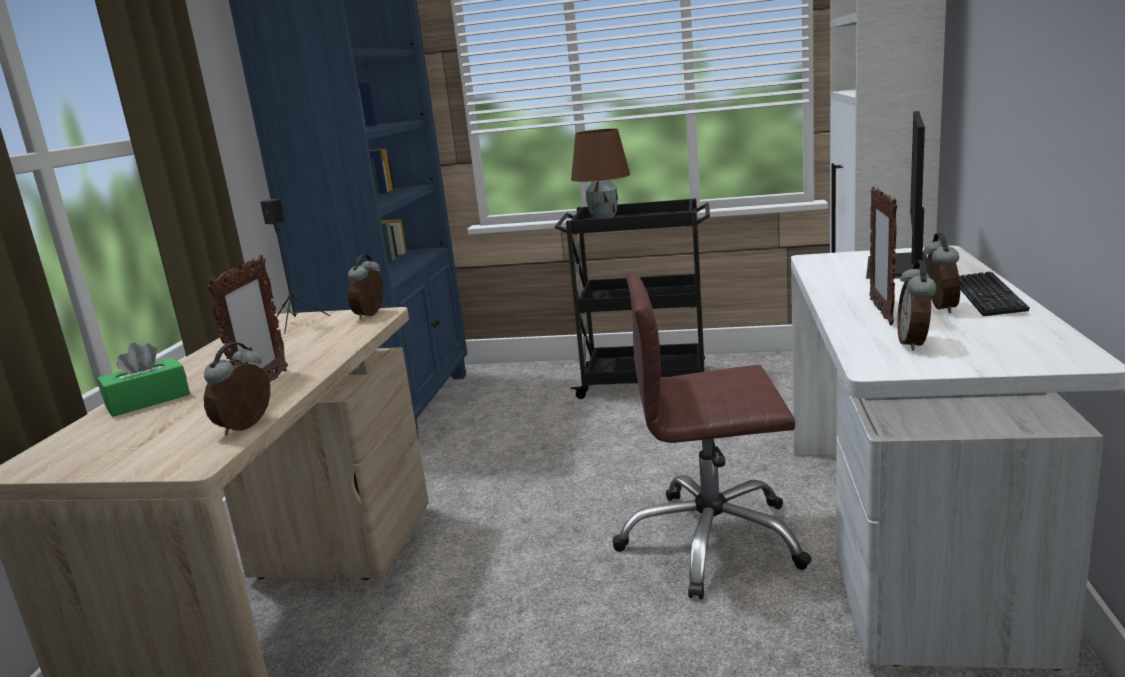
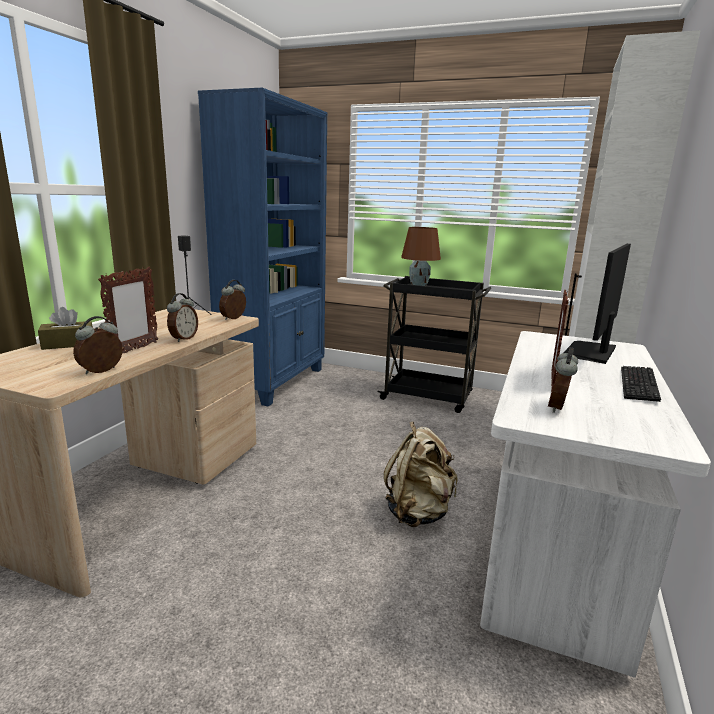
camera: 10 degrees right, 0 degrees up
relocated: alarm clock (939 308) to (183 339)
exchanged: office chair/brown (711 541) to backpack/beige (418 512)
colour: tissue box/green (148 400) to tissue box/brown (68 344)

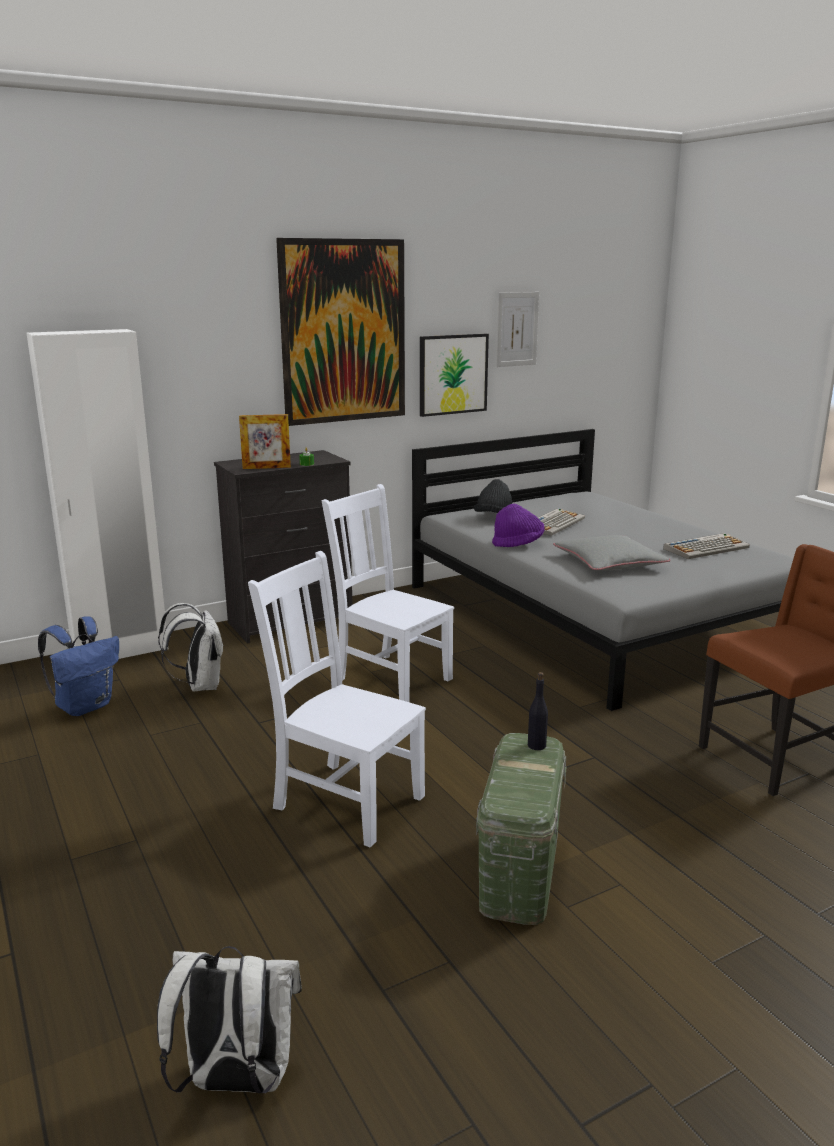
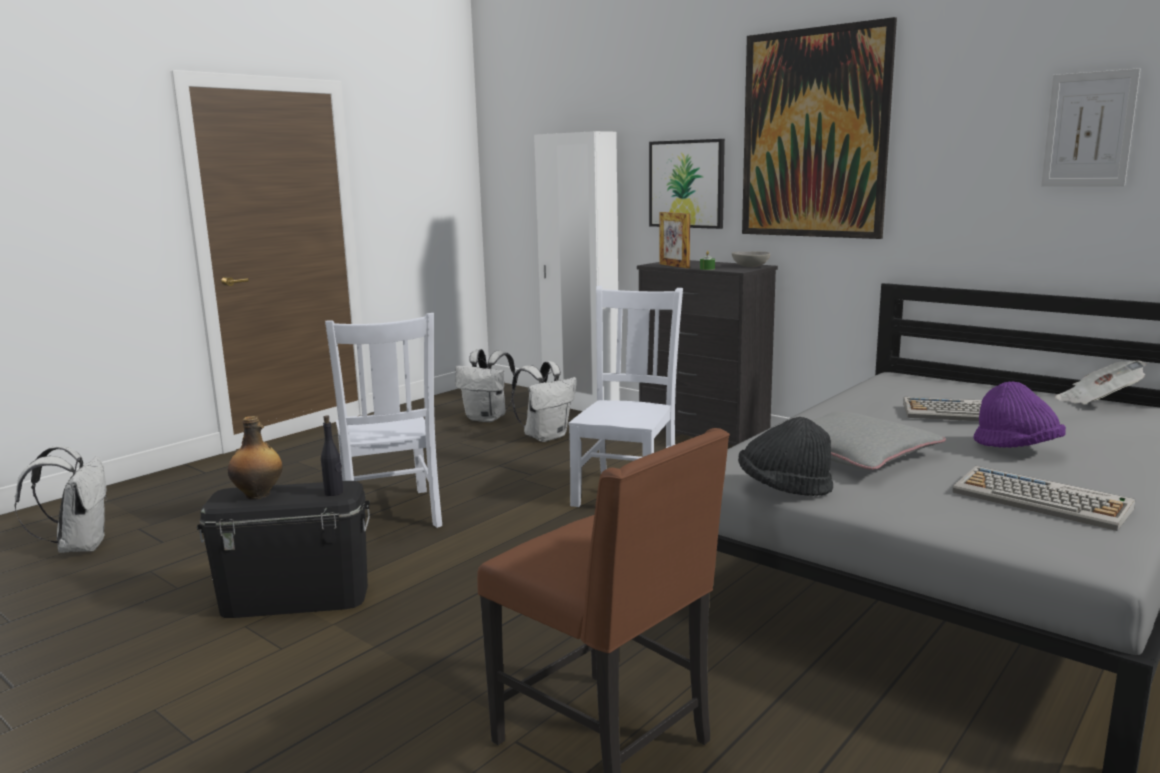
camera: 70 degrees right, 5 degrees down
appeared: bottle (259 495); bowl/grey (750 266); newspaper (1097 401)
relocated: picture (452 374) to (687 184); hat/black (493 517) to (784 488); hat/purple (518 543) to (1016 449)
colour: storage box/green (519 872) to storage box/black (296 598); backpack/blue (85 706) to backpack/white (488 418)
spun: chair/white (345 800) = (391 515) 150 degrees clockwise

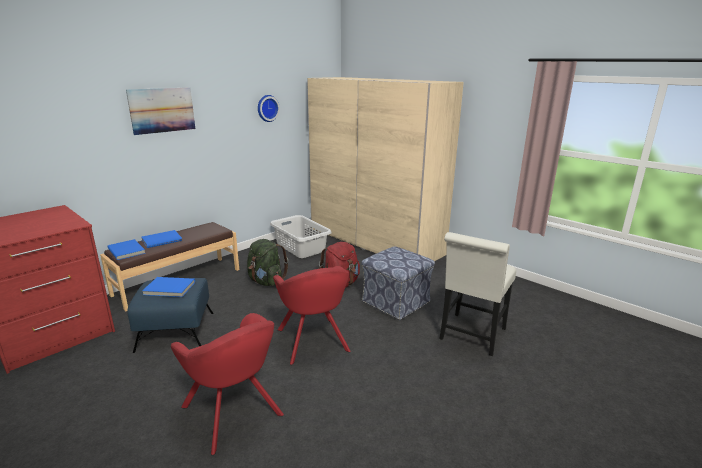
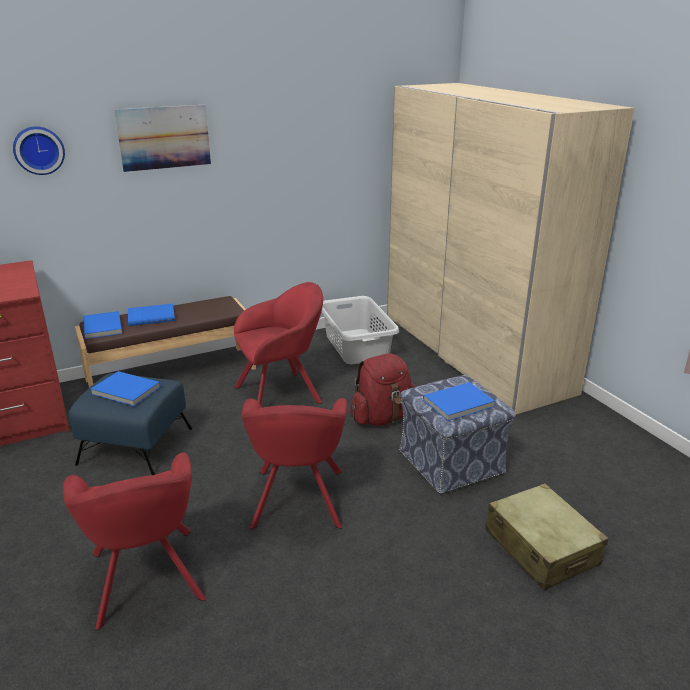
camera: 20 degrees right, 5 degrees up
appeared: book/blue (459 404)
relocated: wall clock (267 108) to (39 150)
exchanged: backpack/green (266 281) to armchair/red (282 393); chair/white (471 336) to suitcase/beige (541 547)

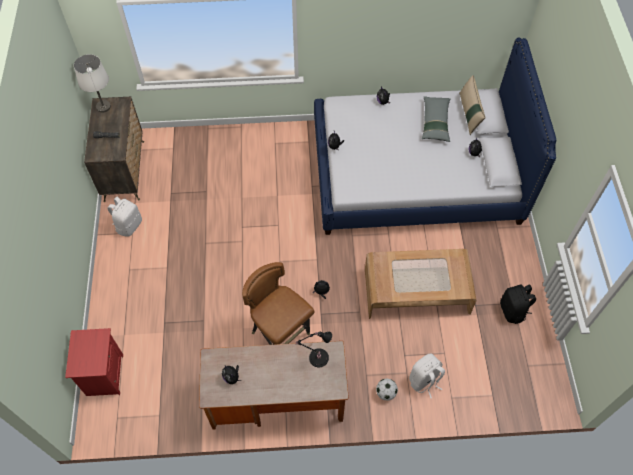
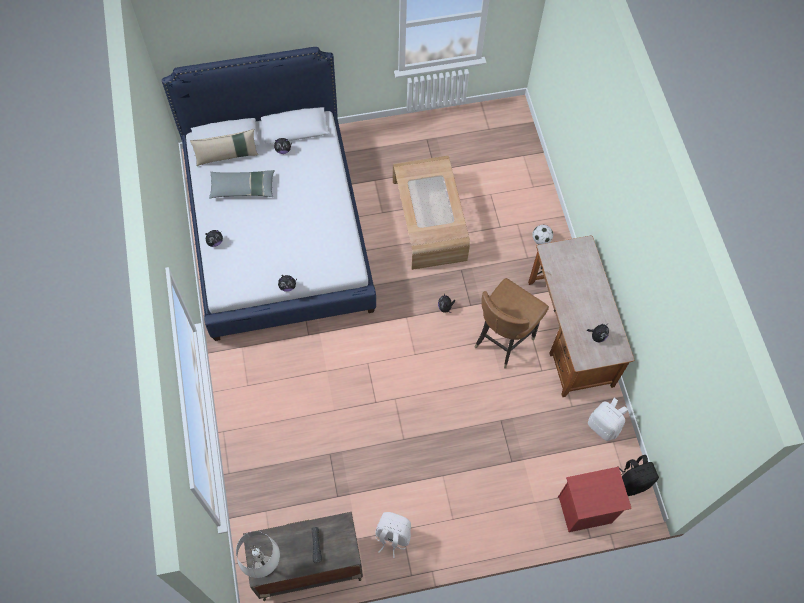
camera: 100 degrees left, 5 degrees up
missing: table lamp/black (317 357)
relocated: backpack/white (424 381) to (604 426); backpack/black (513 311) to (632 481)

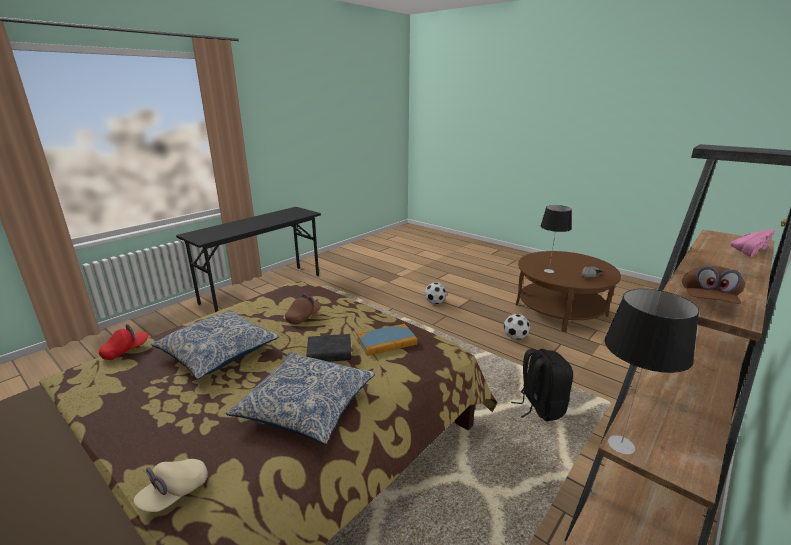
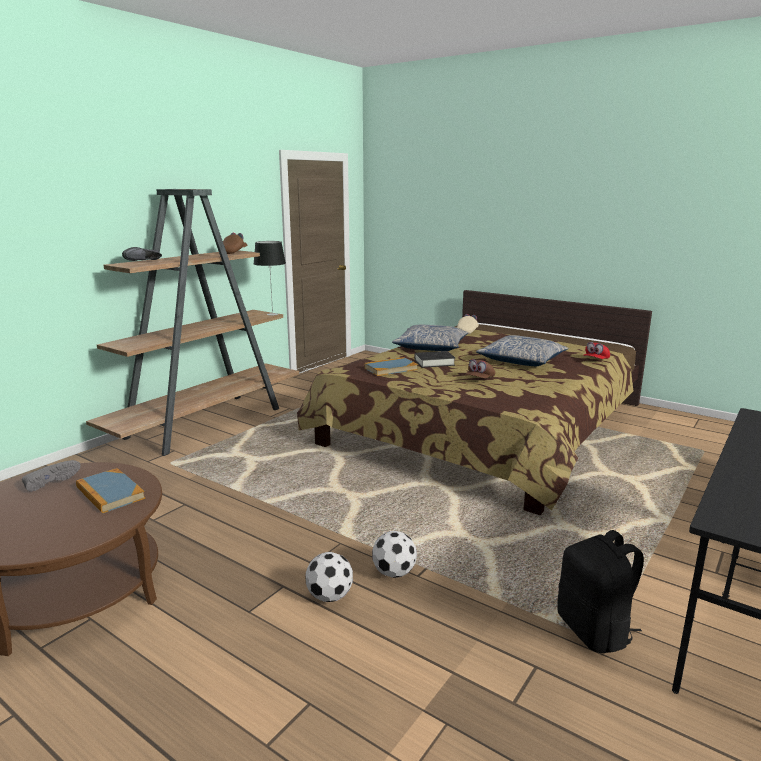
camera: 175 degrees right, 5 degrees down
relocated: football (515 337) to (394 572); backpack/black (539 407) to (595 631)
exchanged: table lamp (549 271) to book (110 493)
colour: shoe/pink (748 250) to shoe/black (144 261)

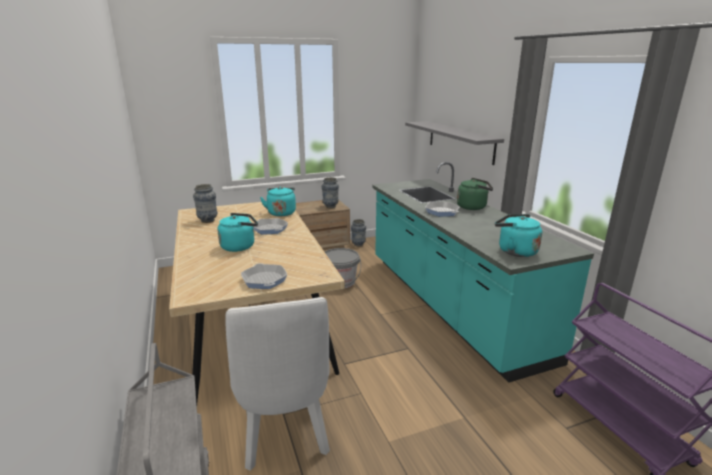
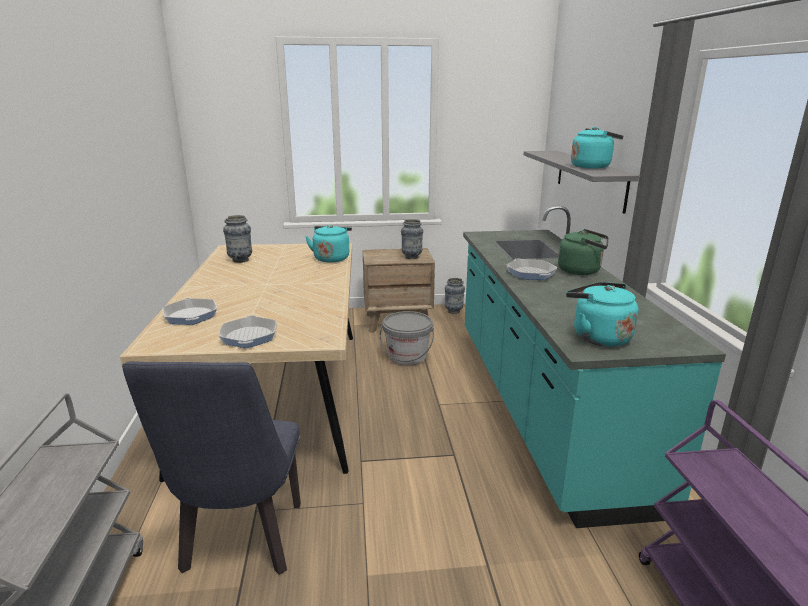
camera: 15 degrees right, 0 degrees up
relocated: frying pan (270 229) to (191 315); kettle/turquoise (240 246) to (592 166)
colour: chair/white (286 440) to chair/blue (242 545)

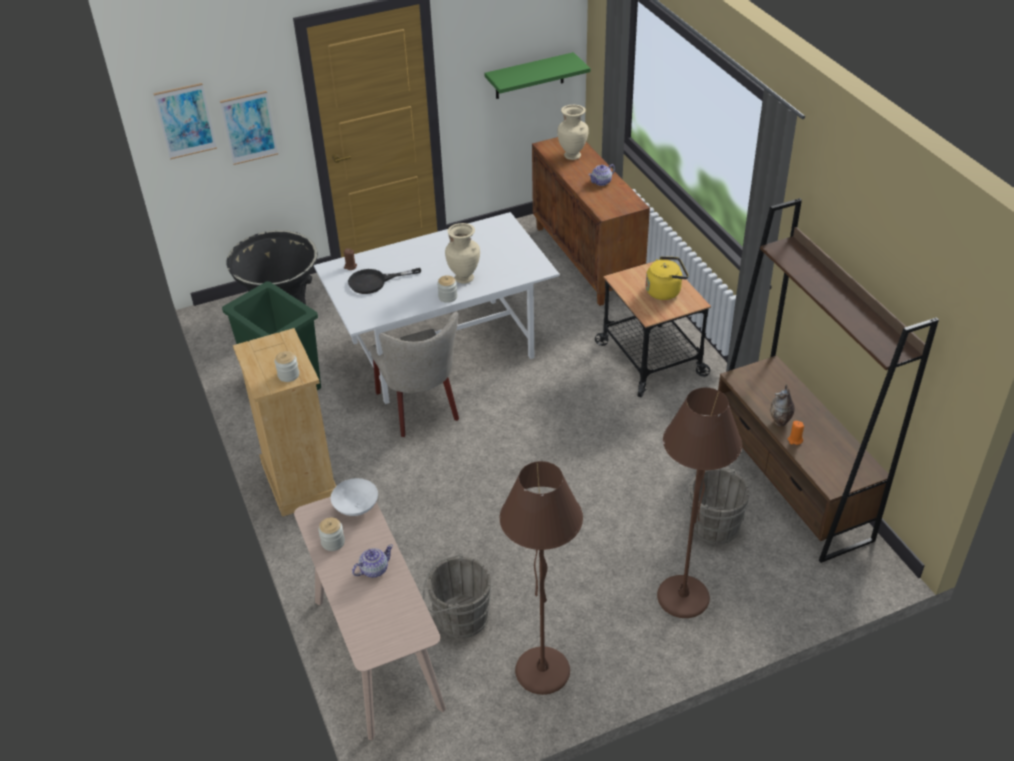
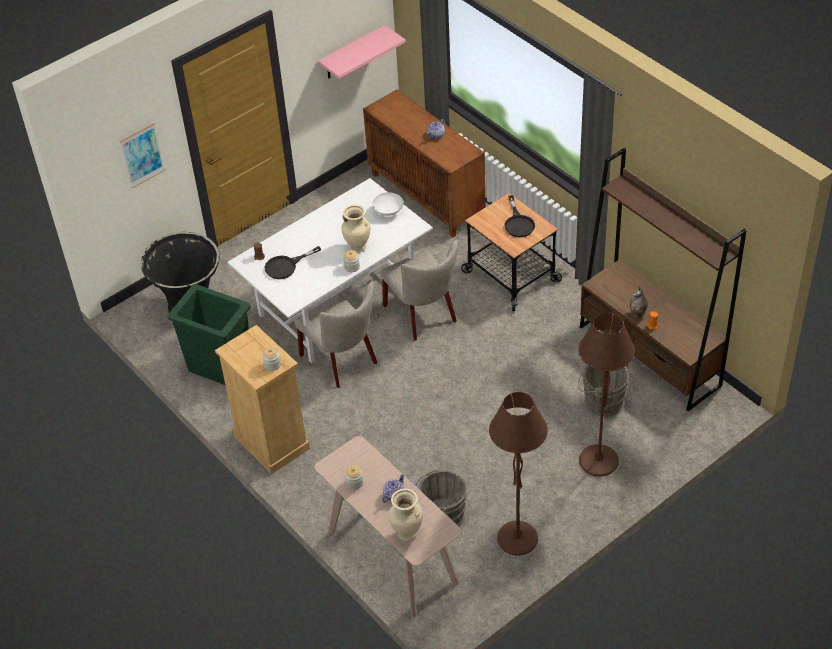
camera: 15 degrees left, 5 degrees up
missing: picture (185 121)
appeared: chair/beige (423 315)
relocated: bowl/white (355 507) to (388 211); vase/beige (572 156) to (407 533)
exchanged: kettle/yellow (665 291) to frying pan/black (518 223)
colour: shelf/green (529 76) to shelf/pink (352 53)

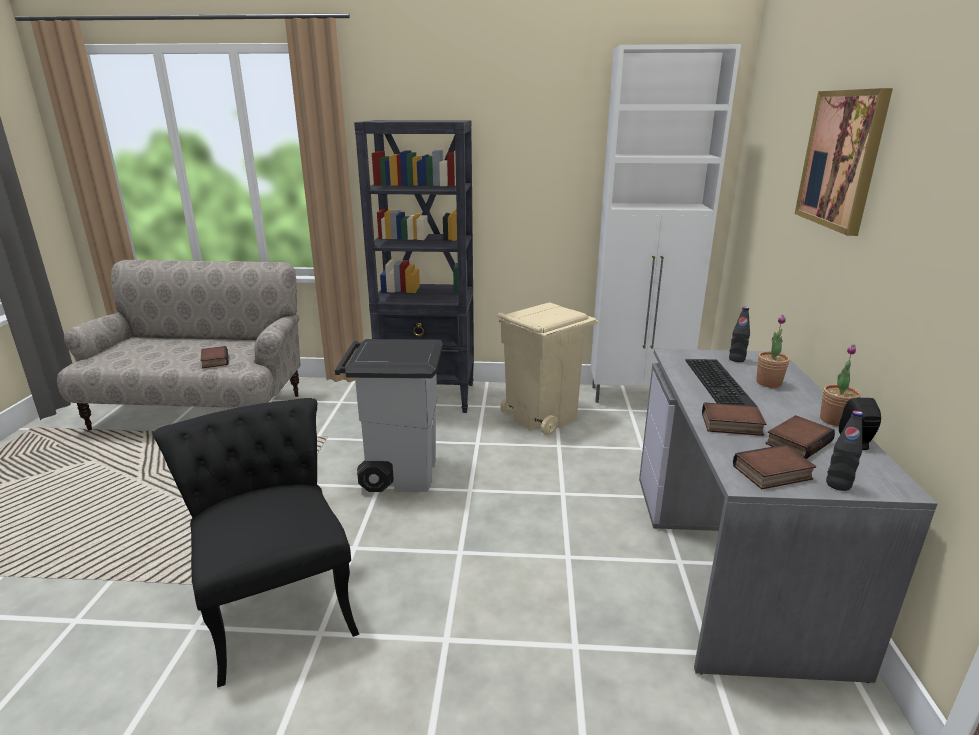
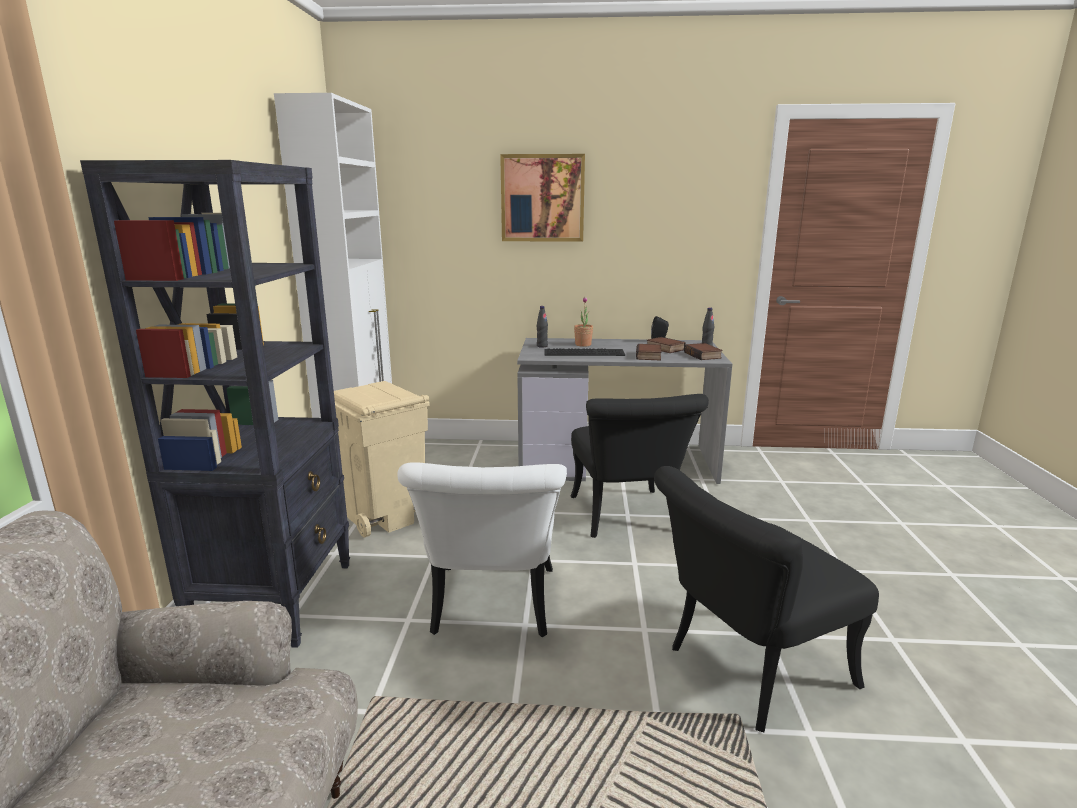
camera: 90 degrees left, 5 degrees down
missing: book (214 360); potted plant (834 420)
appeared: chair/black (627 519)
exchanged: trash can/grey (399 472) to chair/white (492 610)

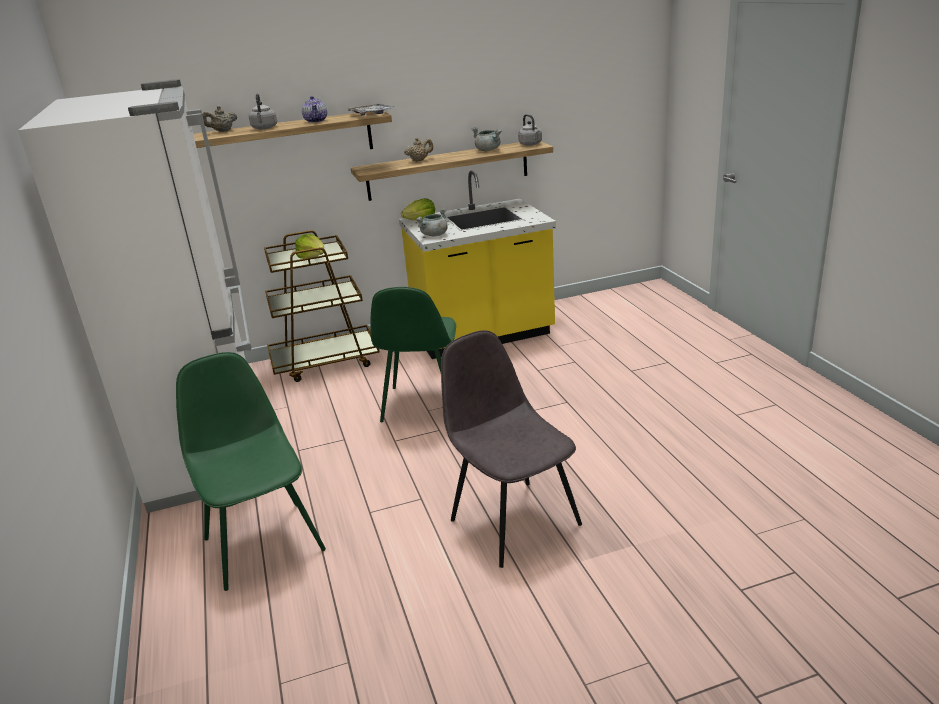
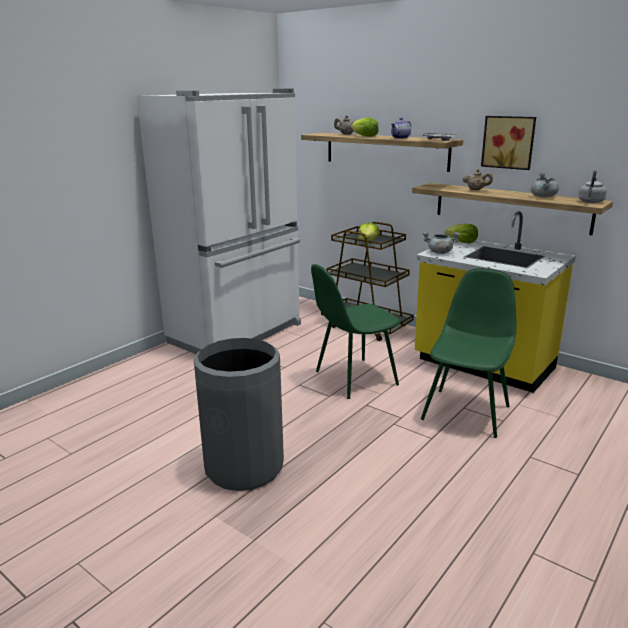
camera: 55 degrees right, 5 degrees down
appeared: picture (509 142)
relocated: chair/green (263 542) to (466 411)
exchanged: chair/grey (513 520) to trash can/grey (244 466); kettle/grey (264 128) to lettuce (364 136)

